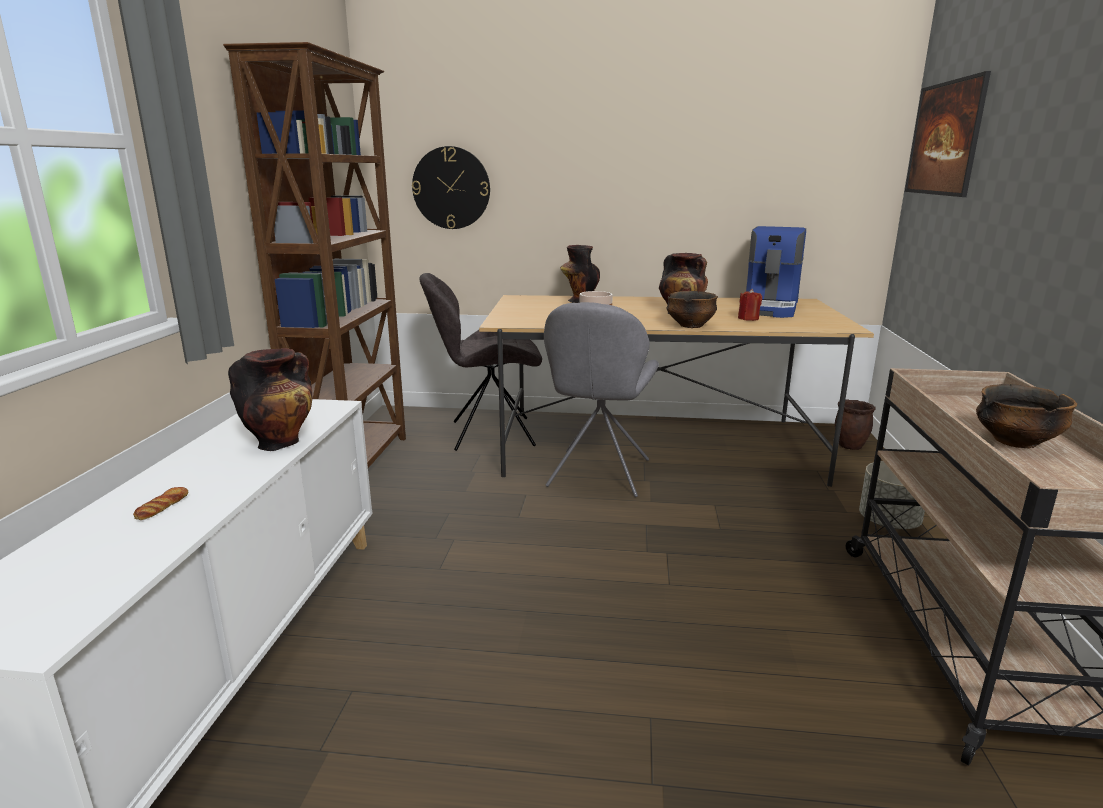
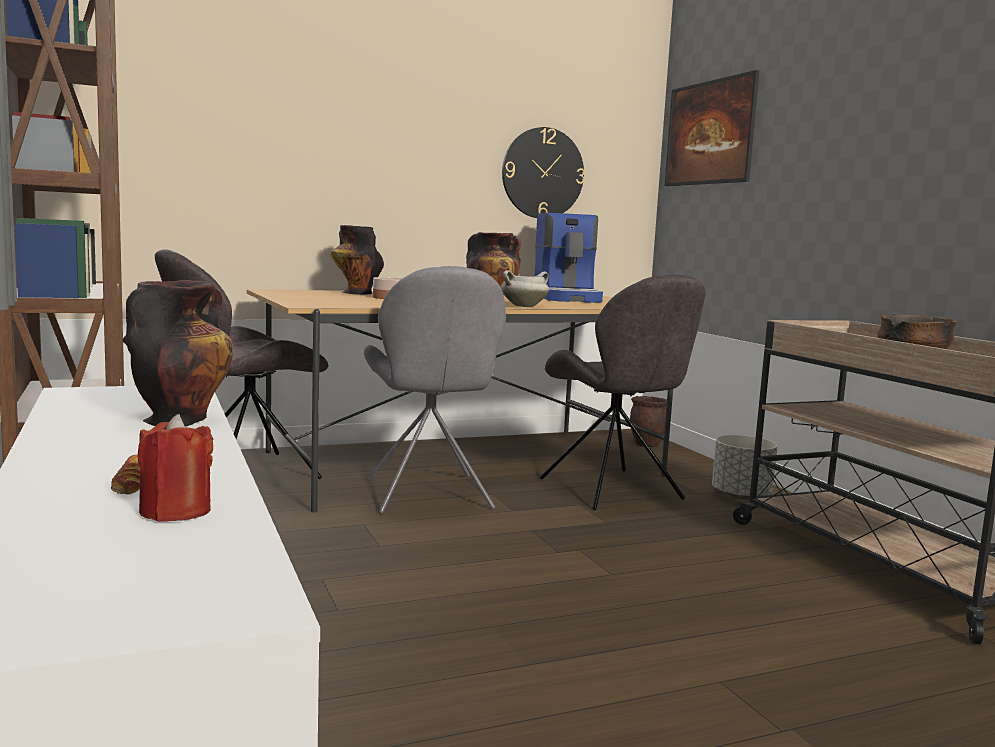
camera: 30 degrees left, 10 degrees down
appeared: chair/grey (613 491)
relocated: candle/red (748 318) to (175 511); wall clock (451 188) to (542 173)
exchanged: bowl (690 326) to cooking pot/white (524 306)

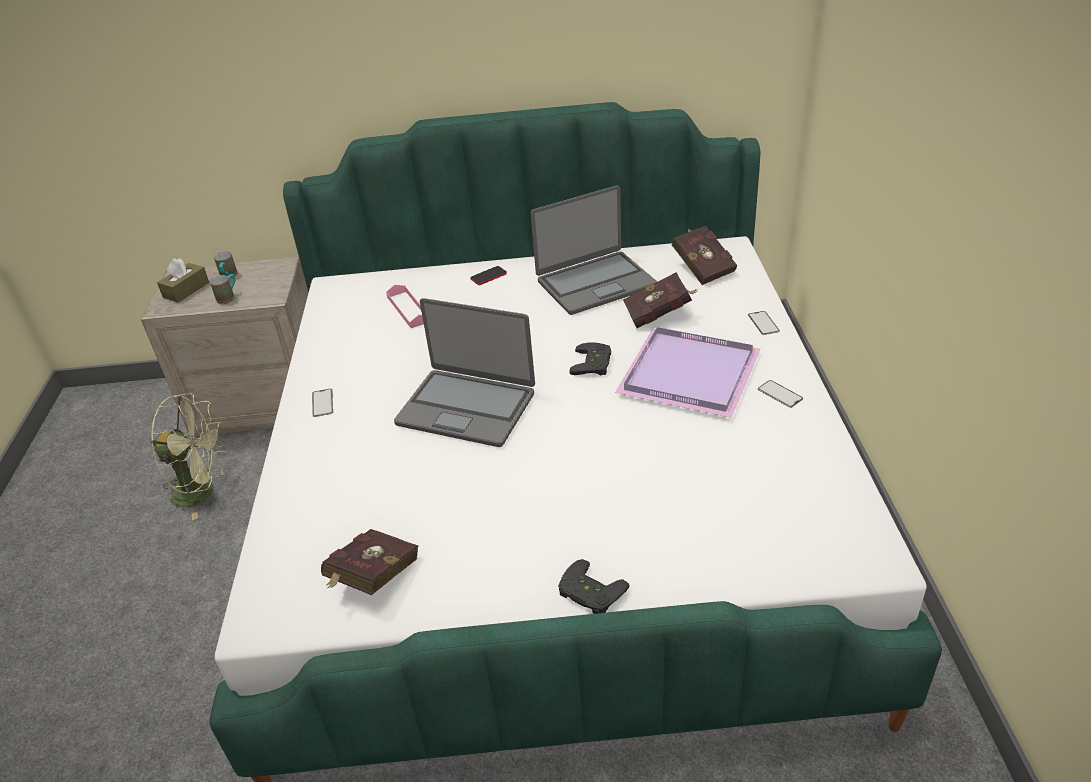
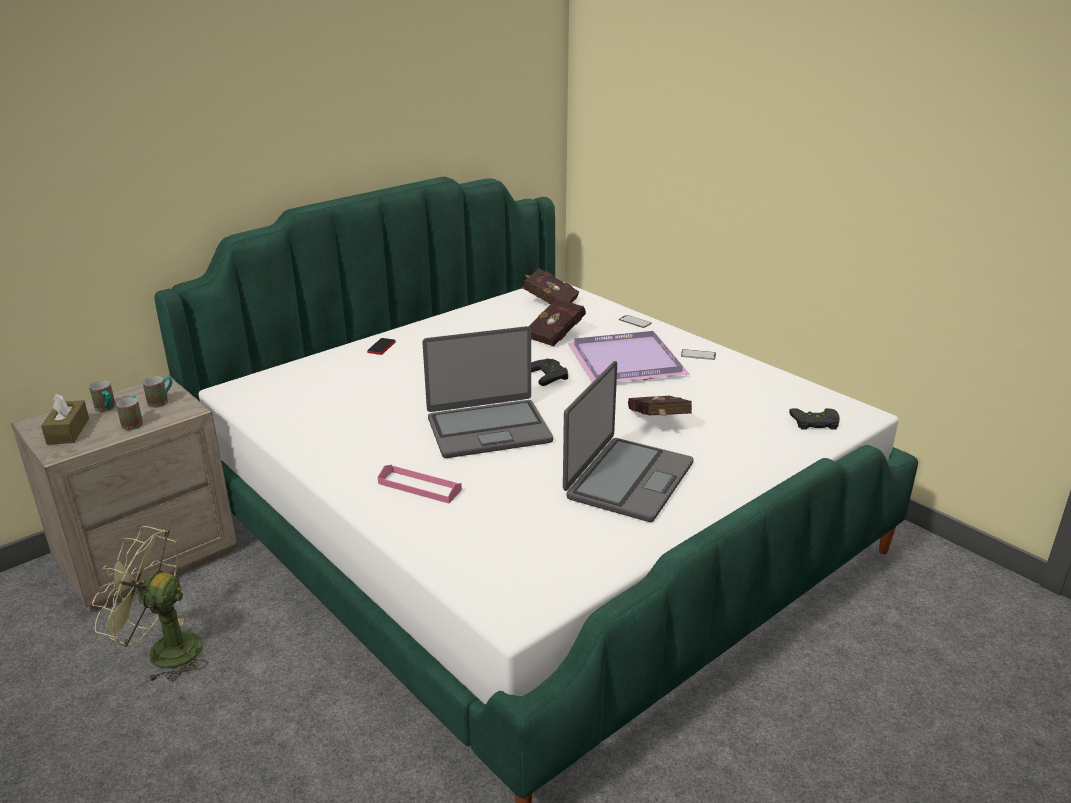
camera: 40 degrees left, 10 degrees down
missing: phone (322 403)
appeared: mug (162 401)
relocated: tray/pink (408 309) to (419 487); laptop (595 283) to (628 480); book/red (372 579) to (658 423); game controller/black (589 593) to (815 423)
spun: fan/green (203 491) = (163 651) 135 degrees counterclockwise

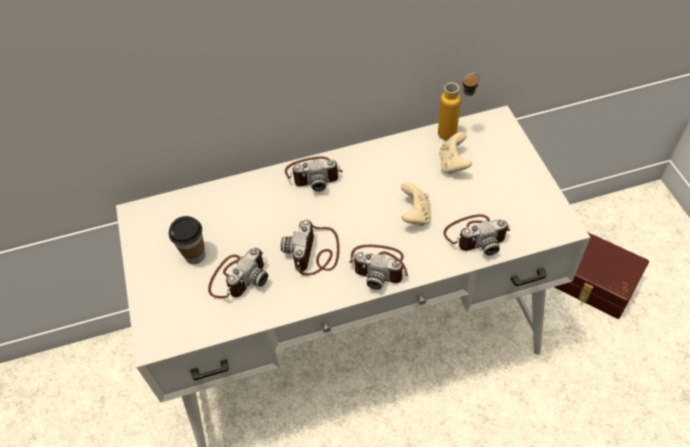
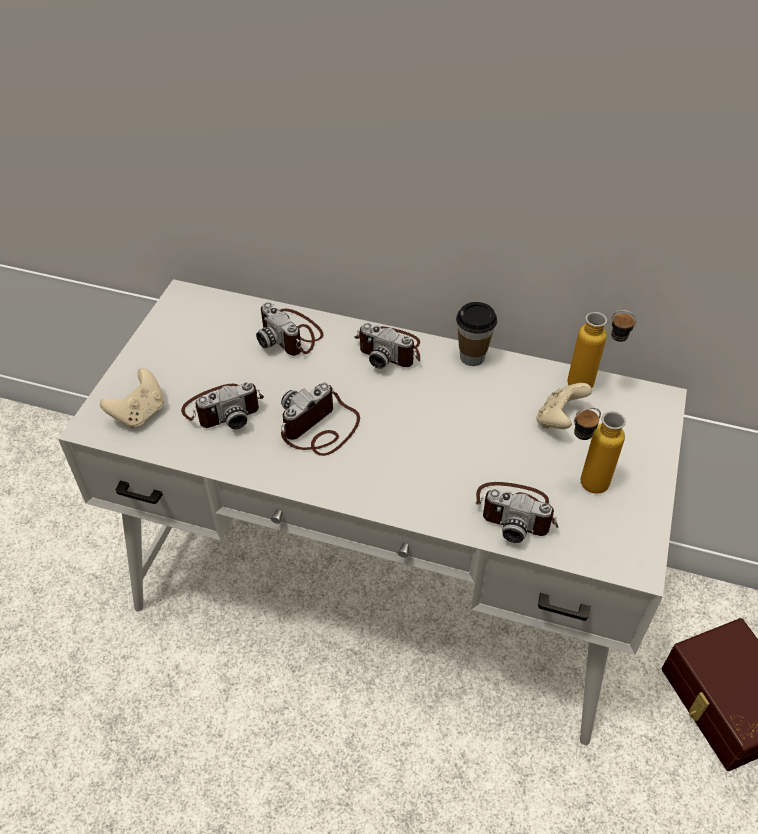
camera: 30 degrees right, 5 degrees down
appeared: bottle (582 485)
relocated: game controller/beige (415 214) to (139 413); photo camera (379 266) to (291 335); cup (195 255) to (472 357)

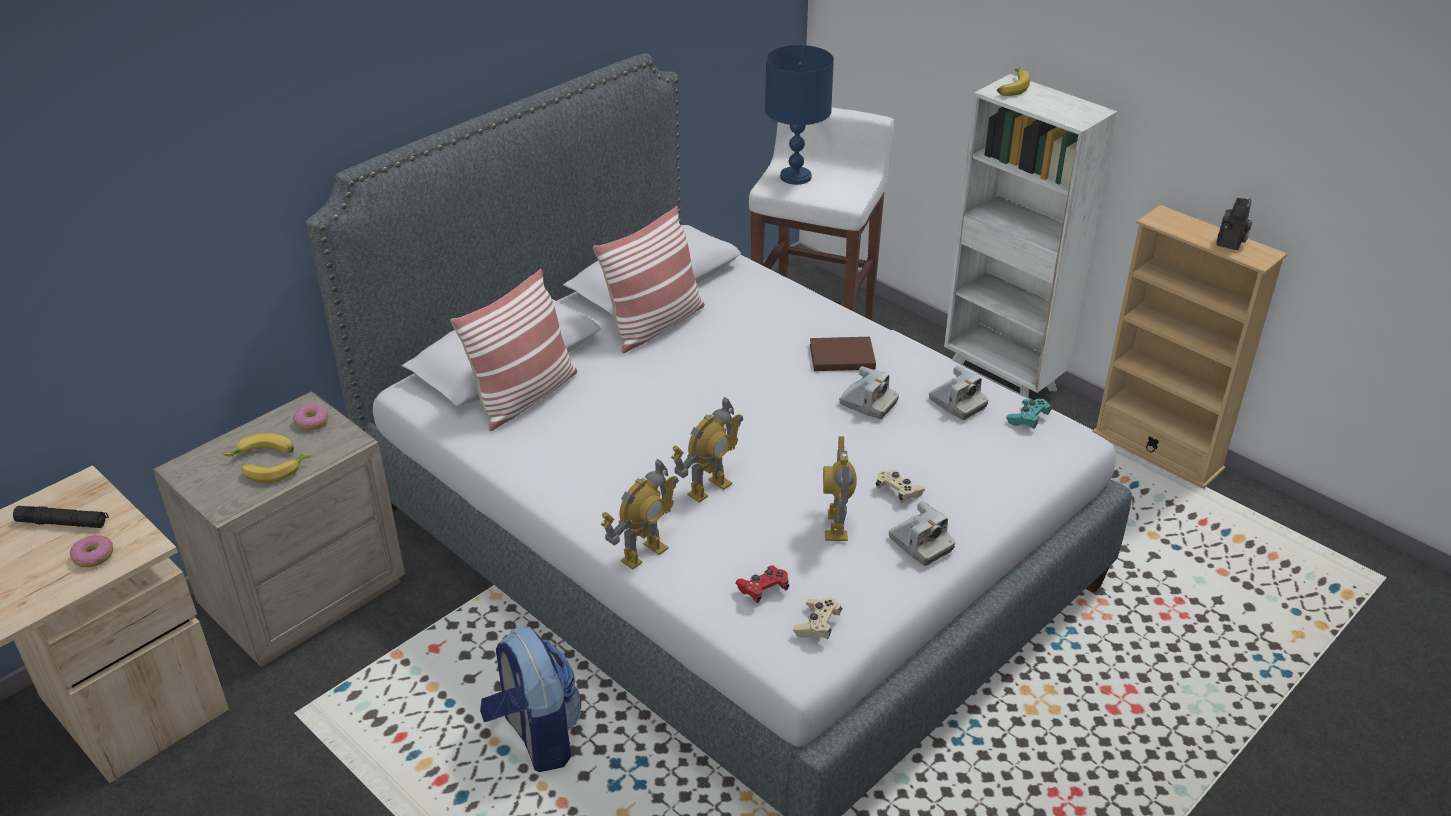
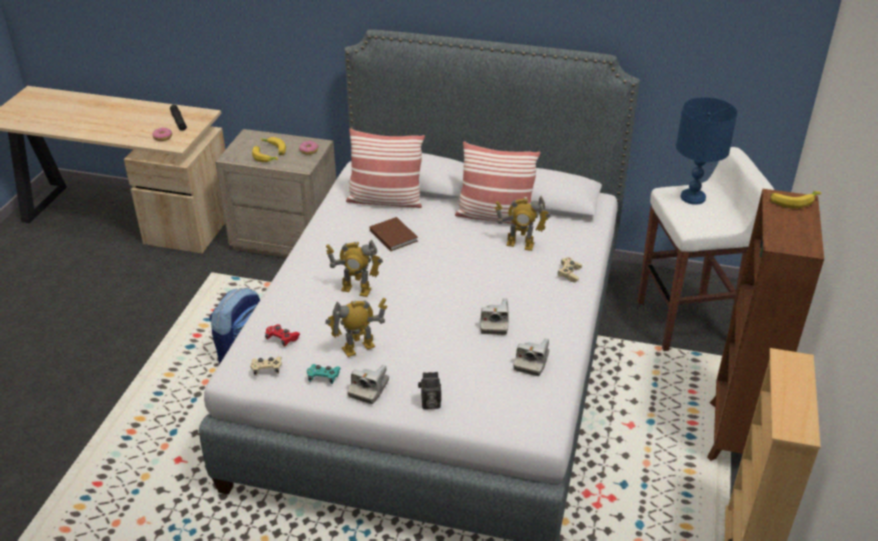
camera: 60 degrees right, 0 degrees up
relocated: game controller/turquoise (1028 419) to (323 377); book/brown (840 356) to (393 235); photo camera (1230 244) to (429 403); toy robot (643 553) to (520 244); game controller/beige (898 492) to (569 274)
colour: bookcase/white (1002 383) to bookcase/brown (733 436)

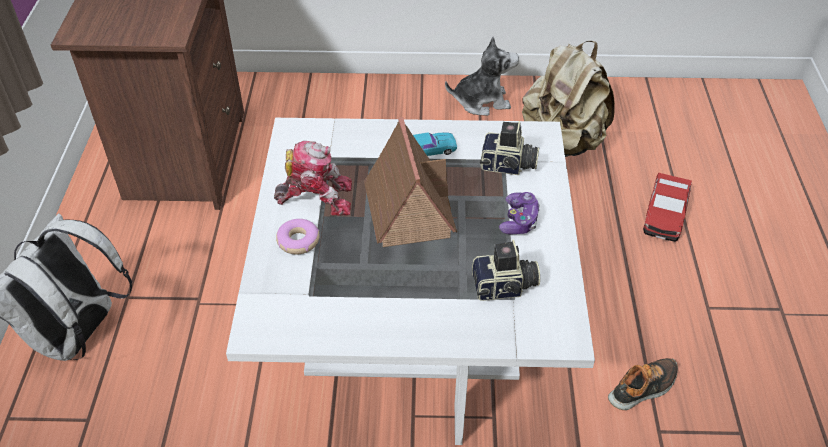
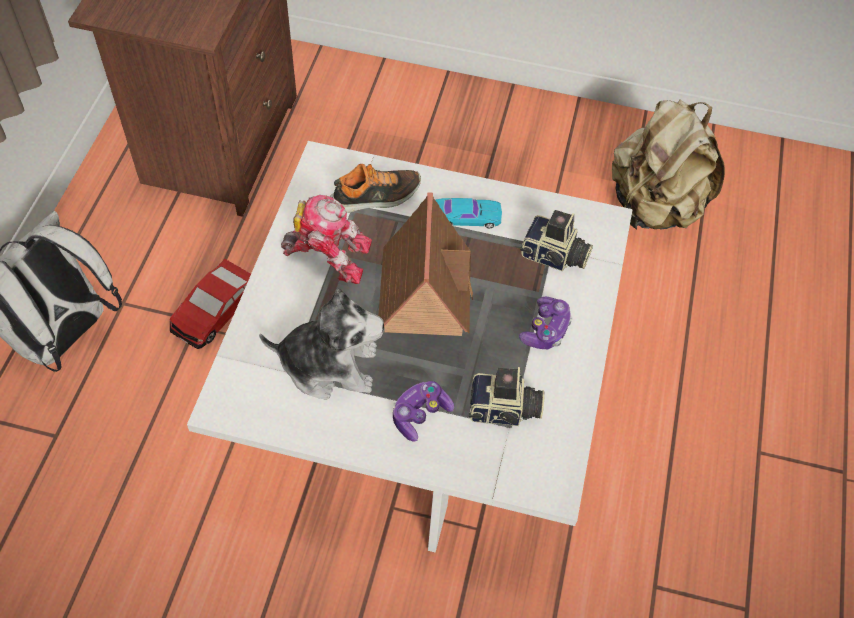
camera: 10 degrees right, 10 degrees up
missing: donut (298 241)
appeared: game controller (420 414)
relocated: toy car (665 214) to (215 310); plush toy (481 101) to (329 365); shoe (643 388) to (376 197)

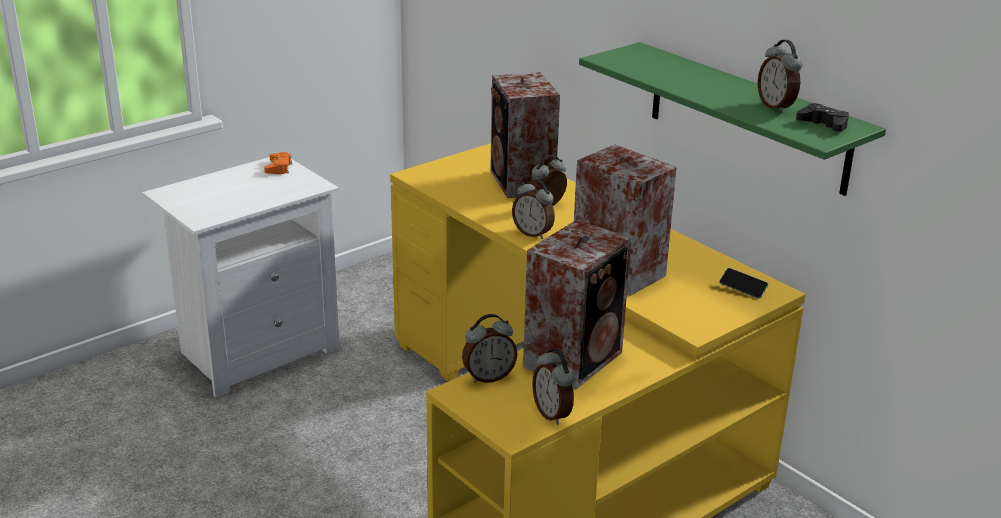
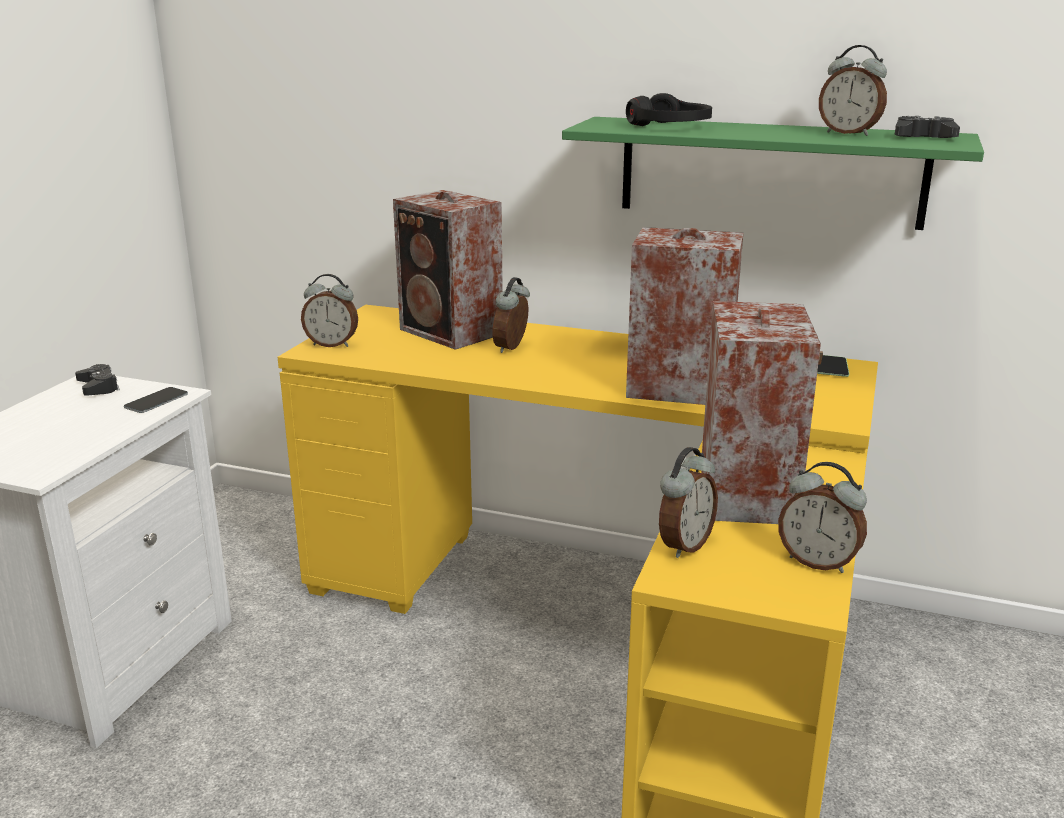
camera: 30 degrees left, 5 degrees down
appeared: phone (156 401); headphones/black (670 126)
relocated: alarm clock (533 233) to (332 344)
colour: game controller/orange (278 168) to game controller/black (98 387)

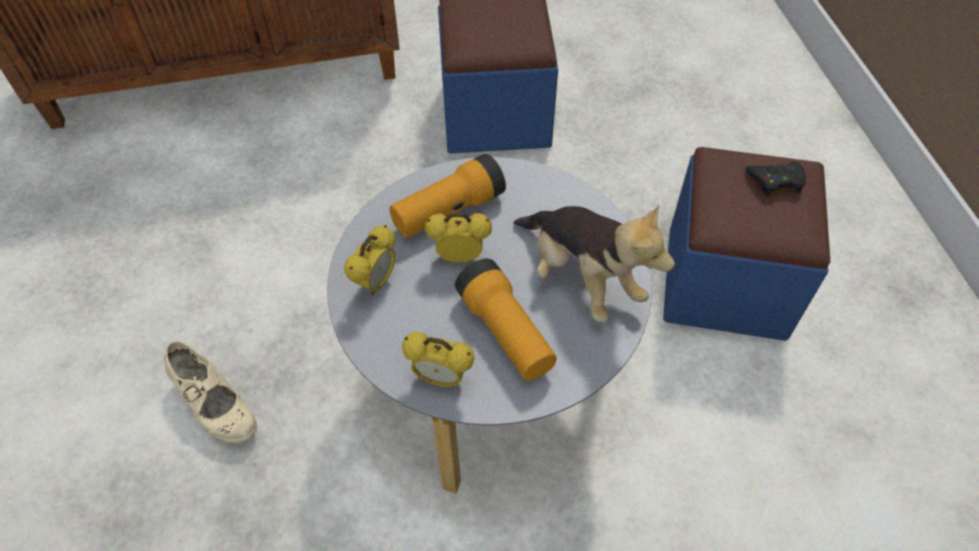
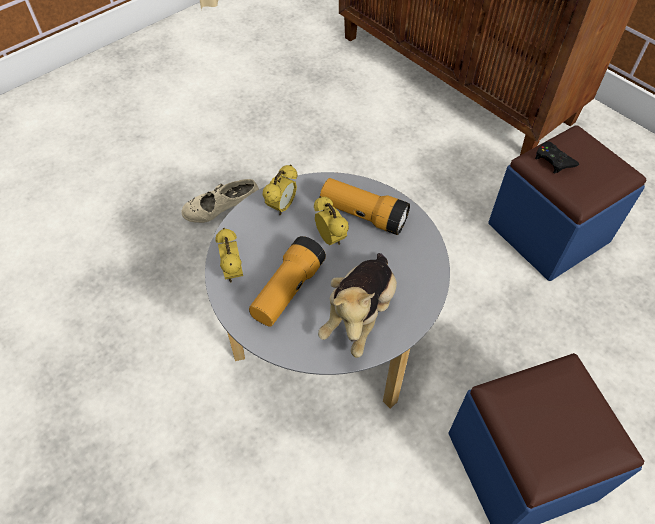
camera: 60 degrees right, 0 degrees up
relocated: game controller/black (776 181) to (554 160)
spun: shoe/beige (217 407) = (222 212) 60 degrees clockwise; alarm clock (376 282) = (282 207) 60 degrees counterclockwise

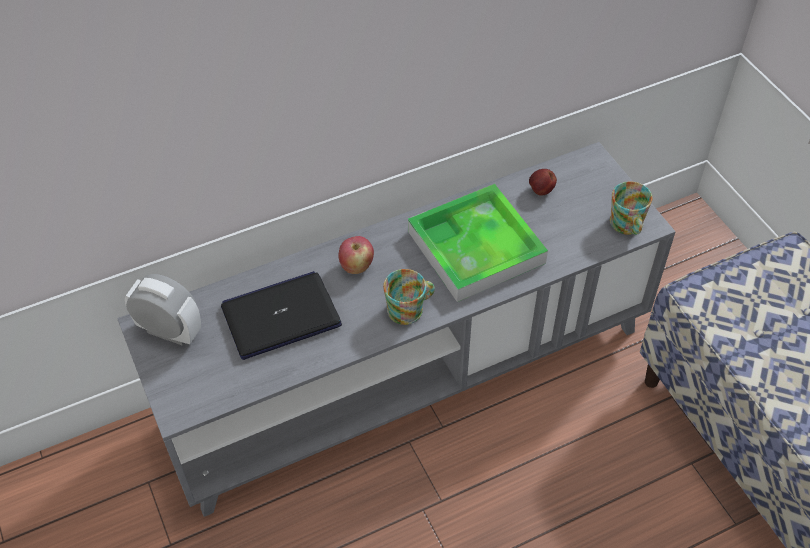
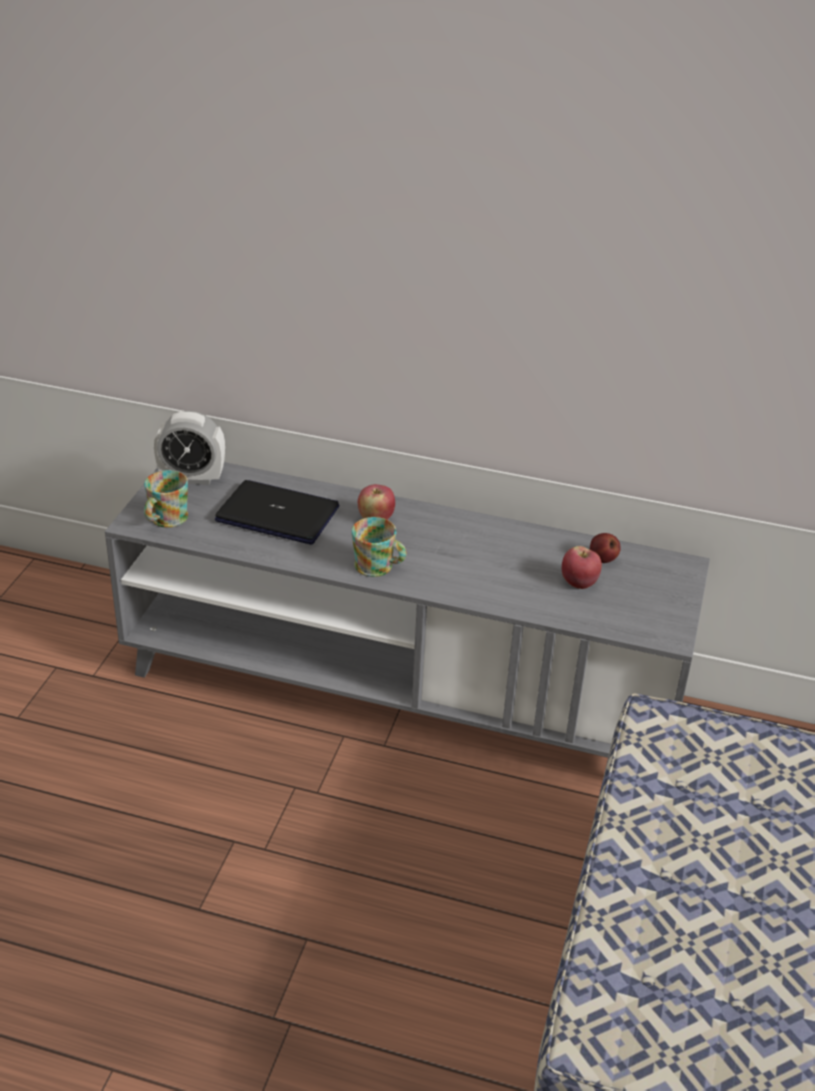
camera: 40 degrees right, 15 degrees down
missing: tray (476 247)
appeared: apple (579 583)
relocated: mug (627 226) to (165 520)
spun: alarm clock (170 331) = (192 478) 120 degrees clockwise

